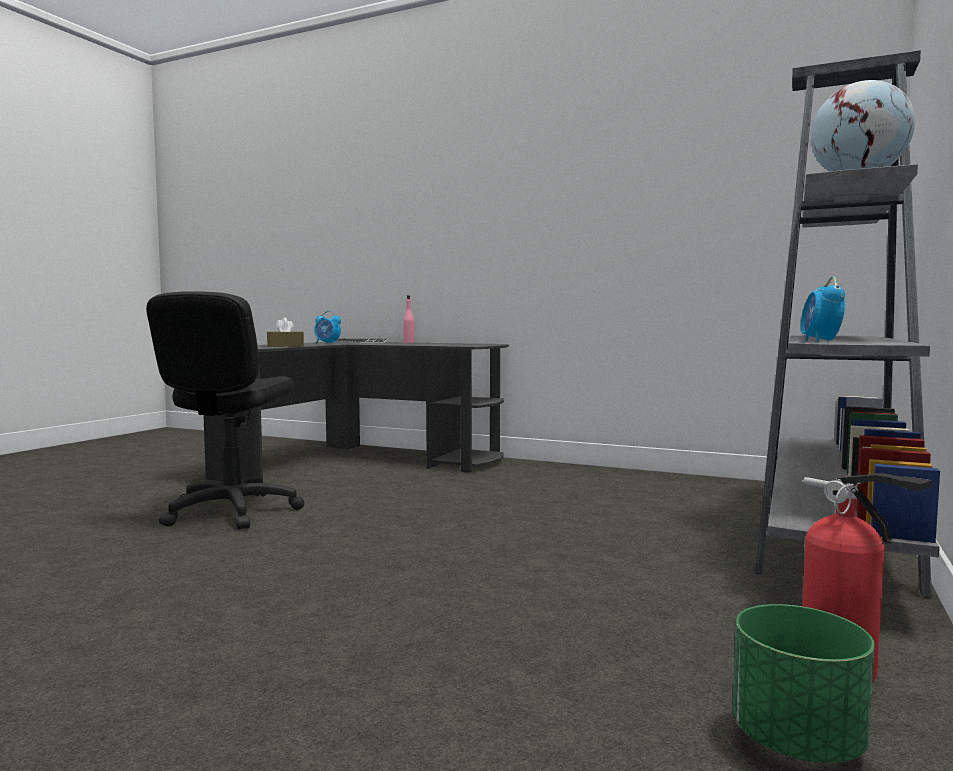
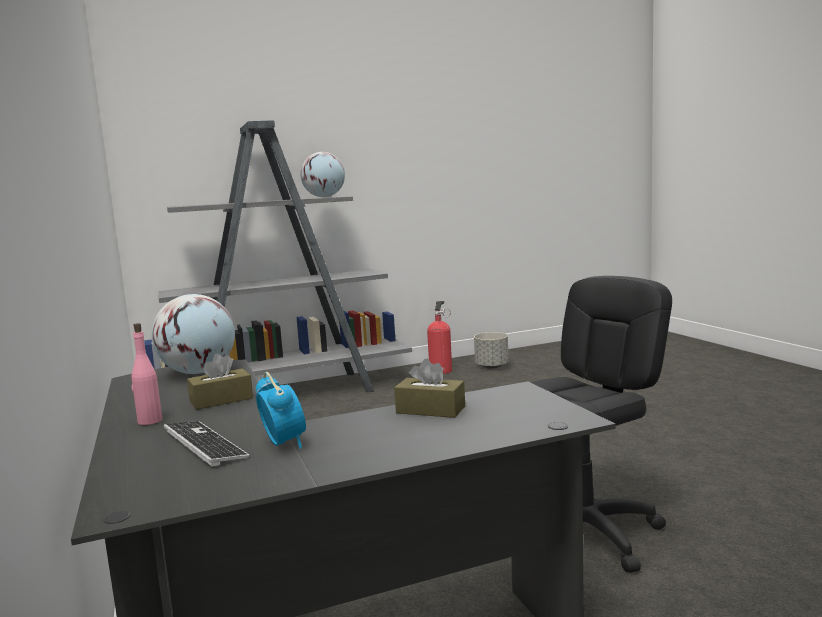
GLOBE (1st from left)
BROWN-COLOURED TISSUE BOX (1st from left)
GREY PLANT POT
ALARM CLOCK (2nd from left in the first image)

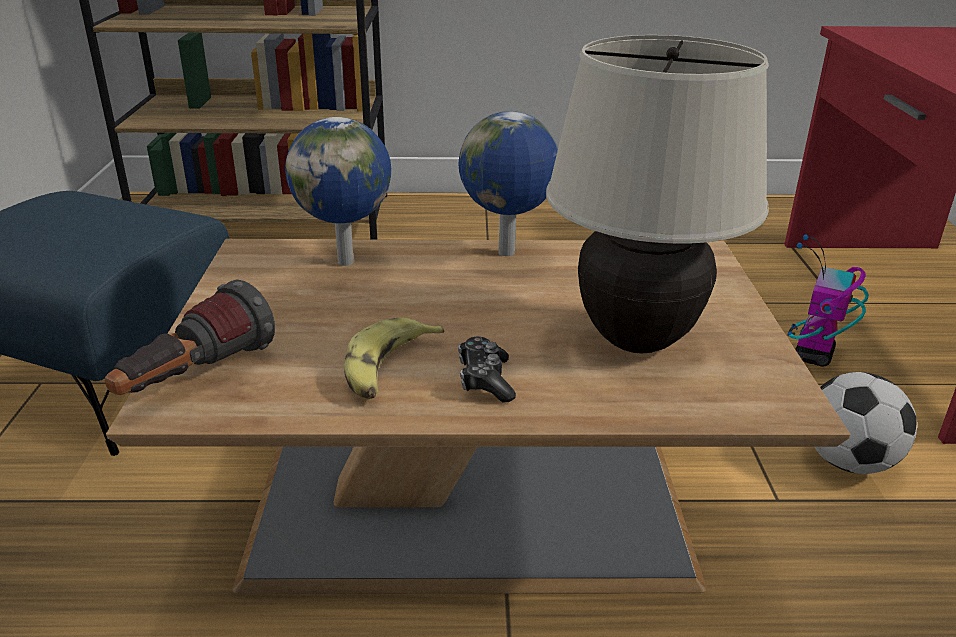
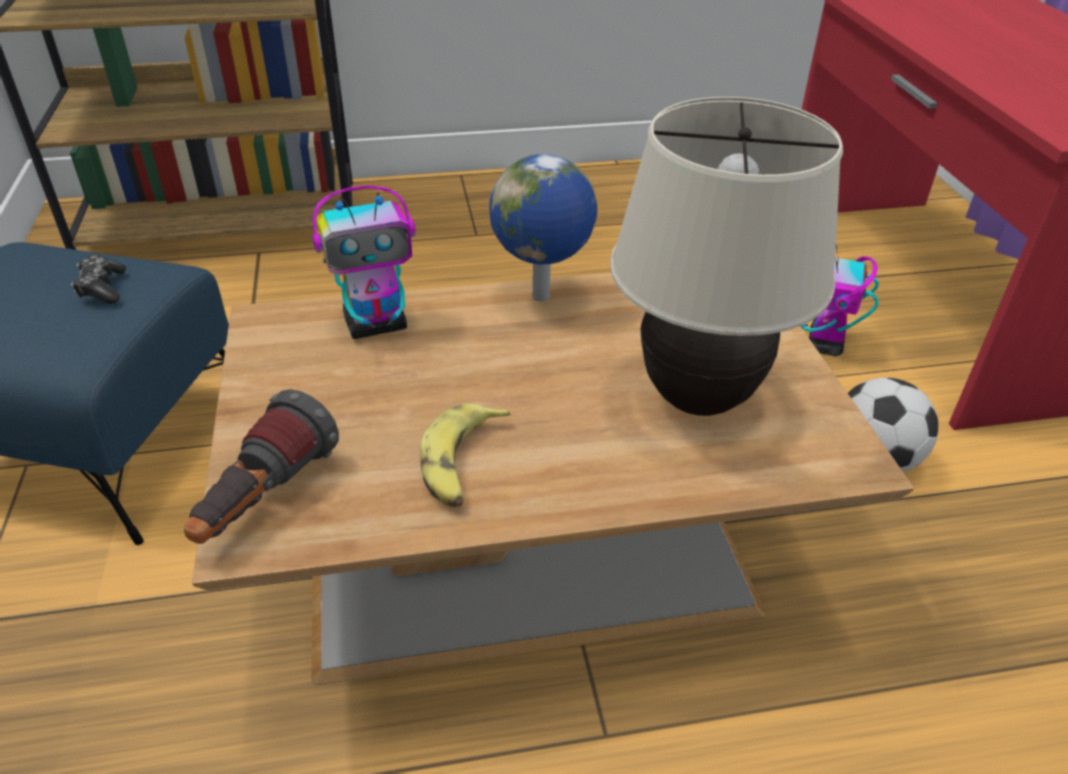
GAMEPAD
TOY ROBOT (1st from left)

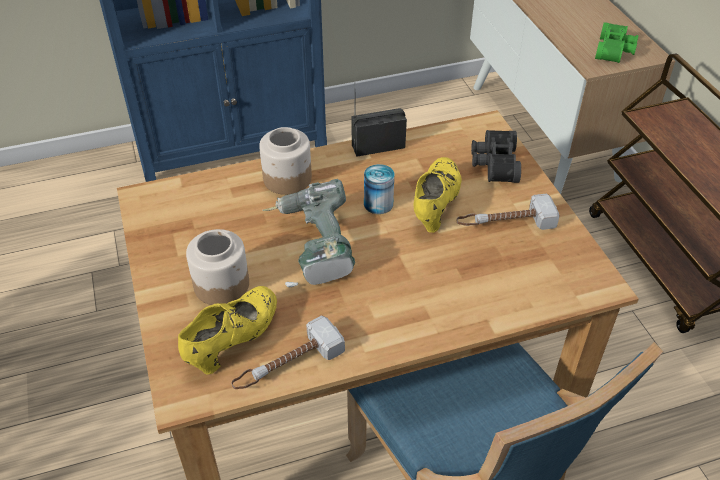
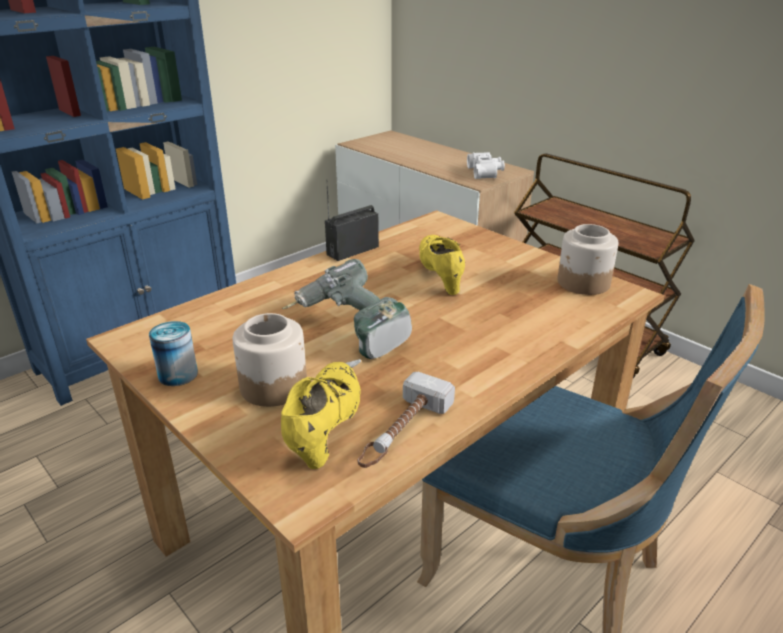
SEALED CAN
WHITISH BINOCULARS
PRESERVE JAR (2nd from left)
HAND HAMMER (2nd from left in the first image)
BLACK-COLOURED BINOCULARS

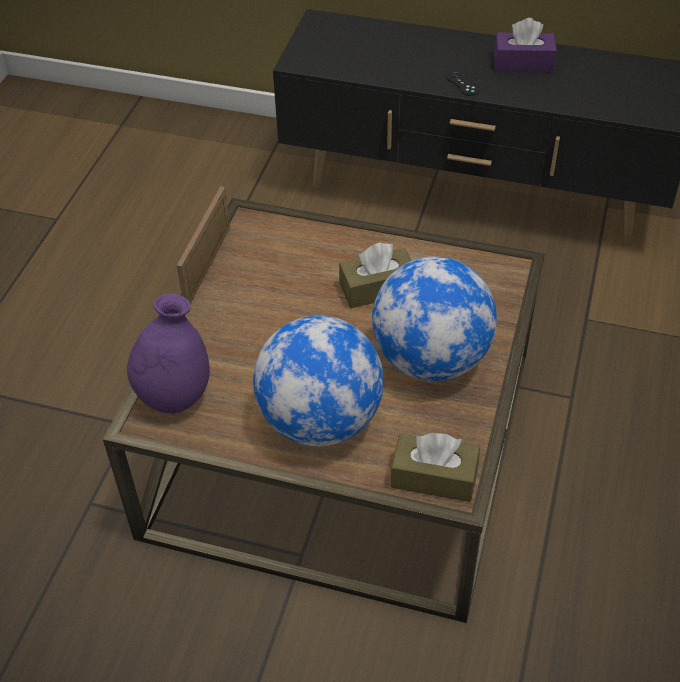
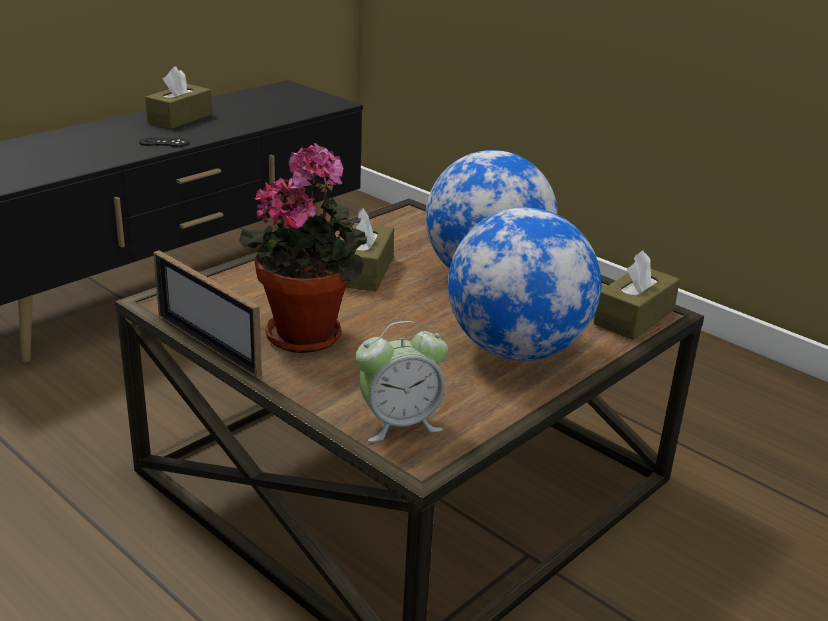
BROWN-COLOURED TISSUE BOX (1st from left)
HOUSEPLANT
ALARM CLOCK

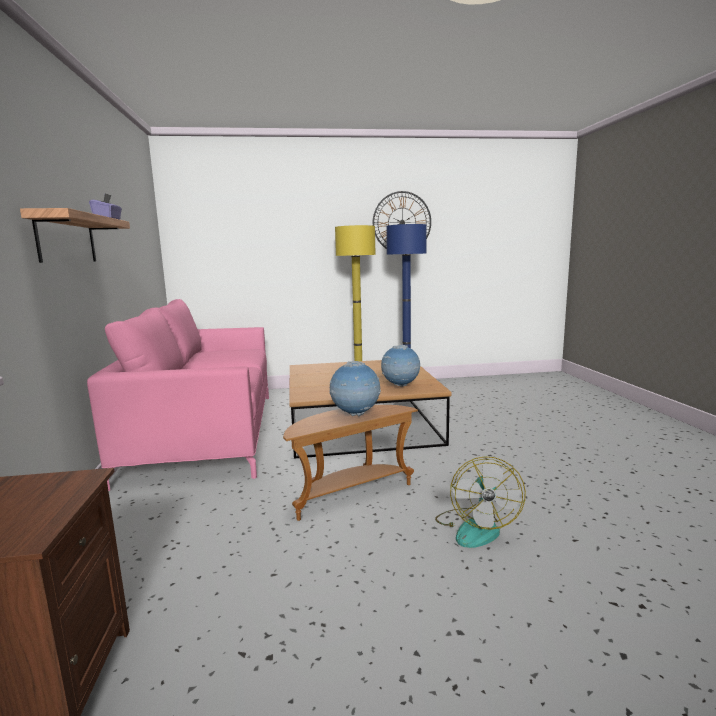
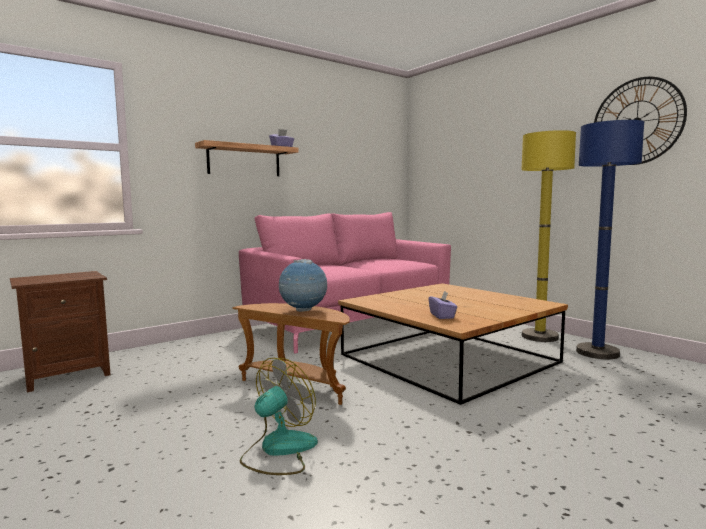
COOLING FAN
PURPLE-COLOURED TISSUE BOX (2nd from left)

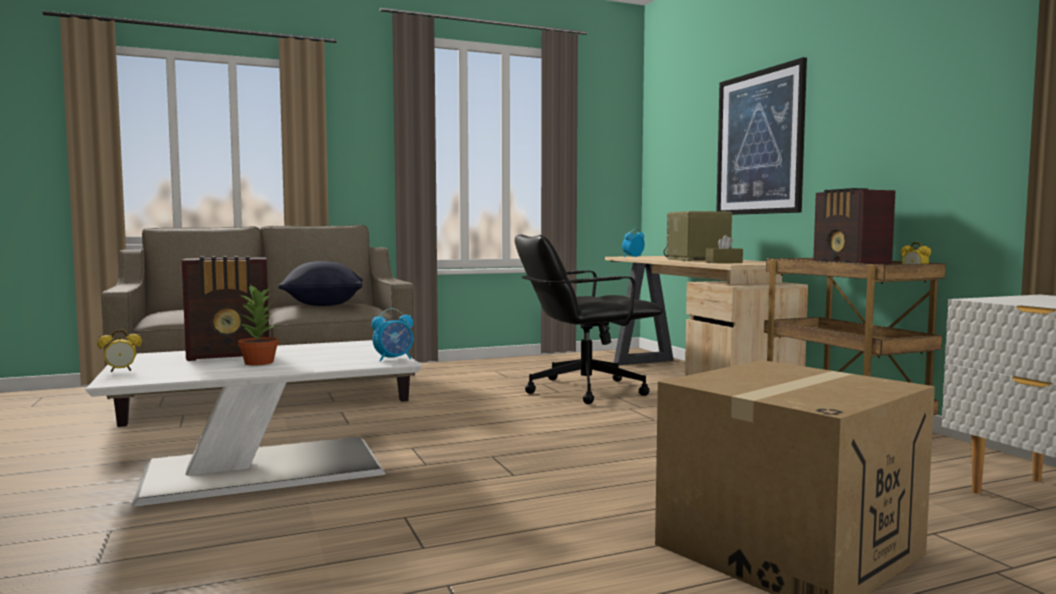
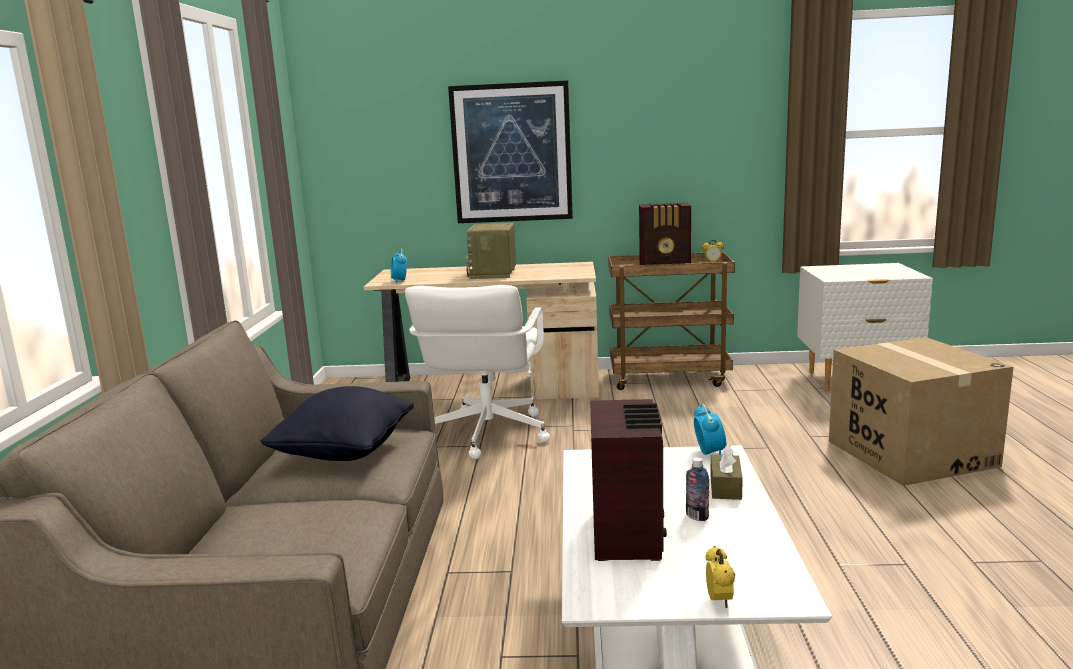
WHITISH COMPUTER CHAIR
BEVERAGE BOTTLE
BROWN-COLOURED TISSUE BOX

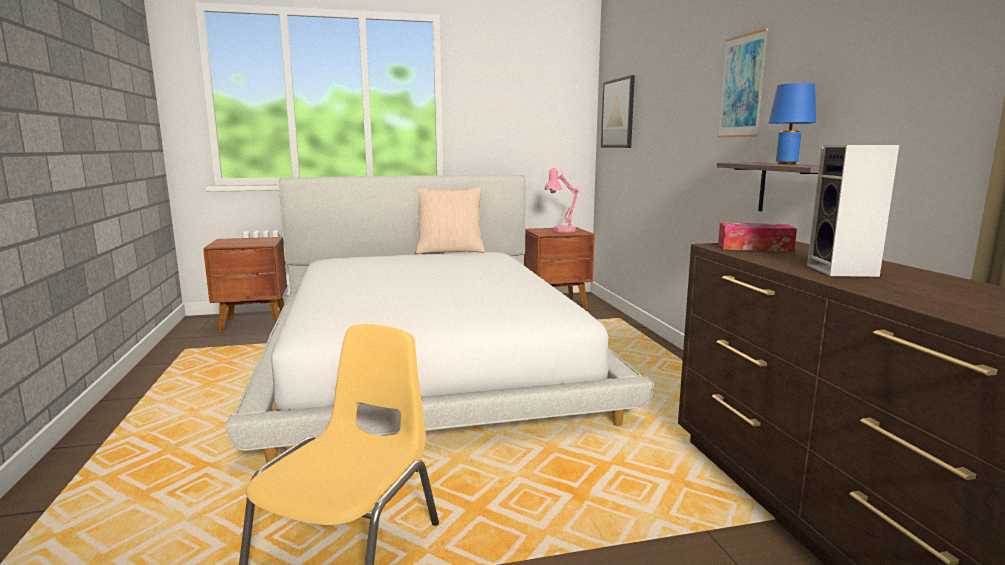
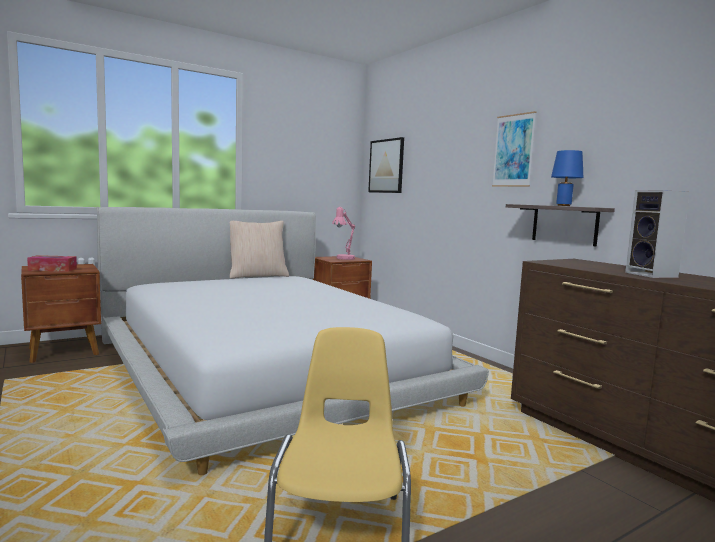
TISSUE BOX

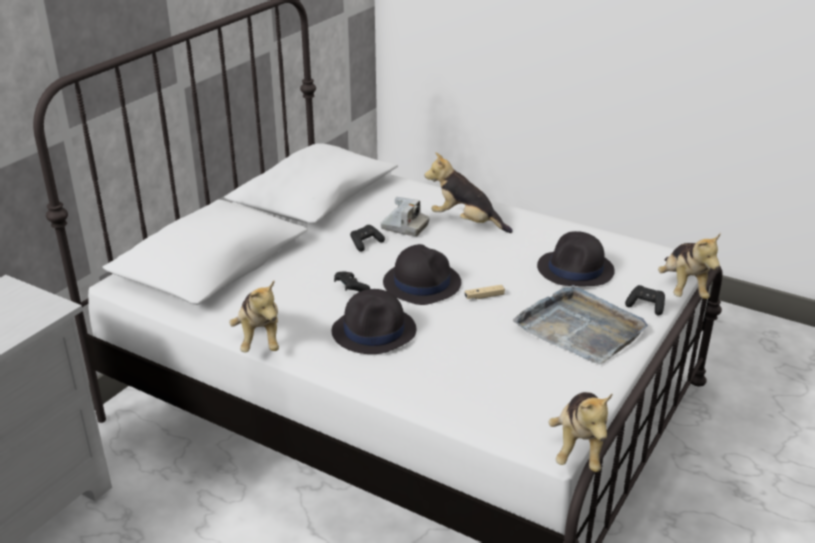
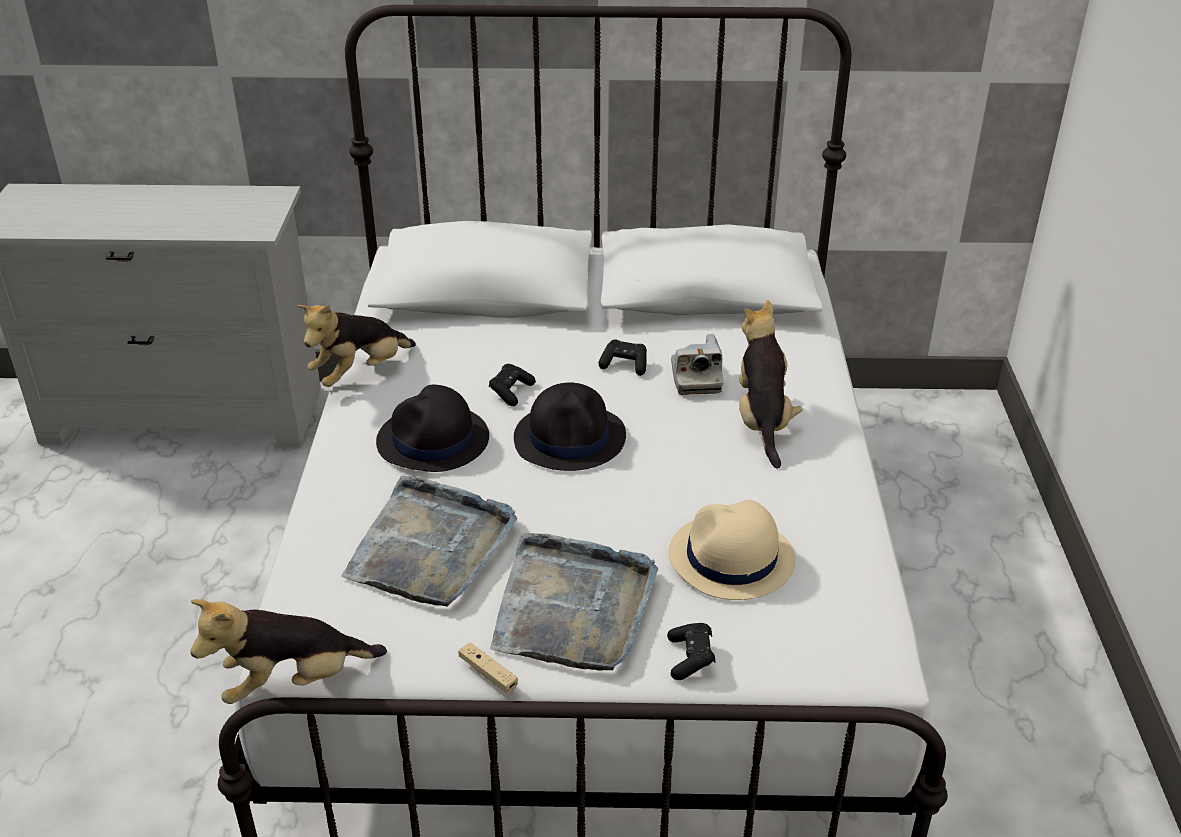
GREY CARRYING TRAY (1st from left)
SAND-COLOURED GAMEPAD
SAND-COLOURED HAT
PLUSH TOY (4th from left in the first image)

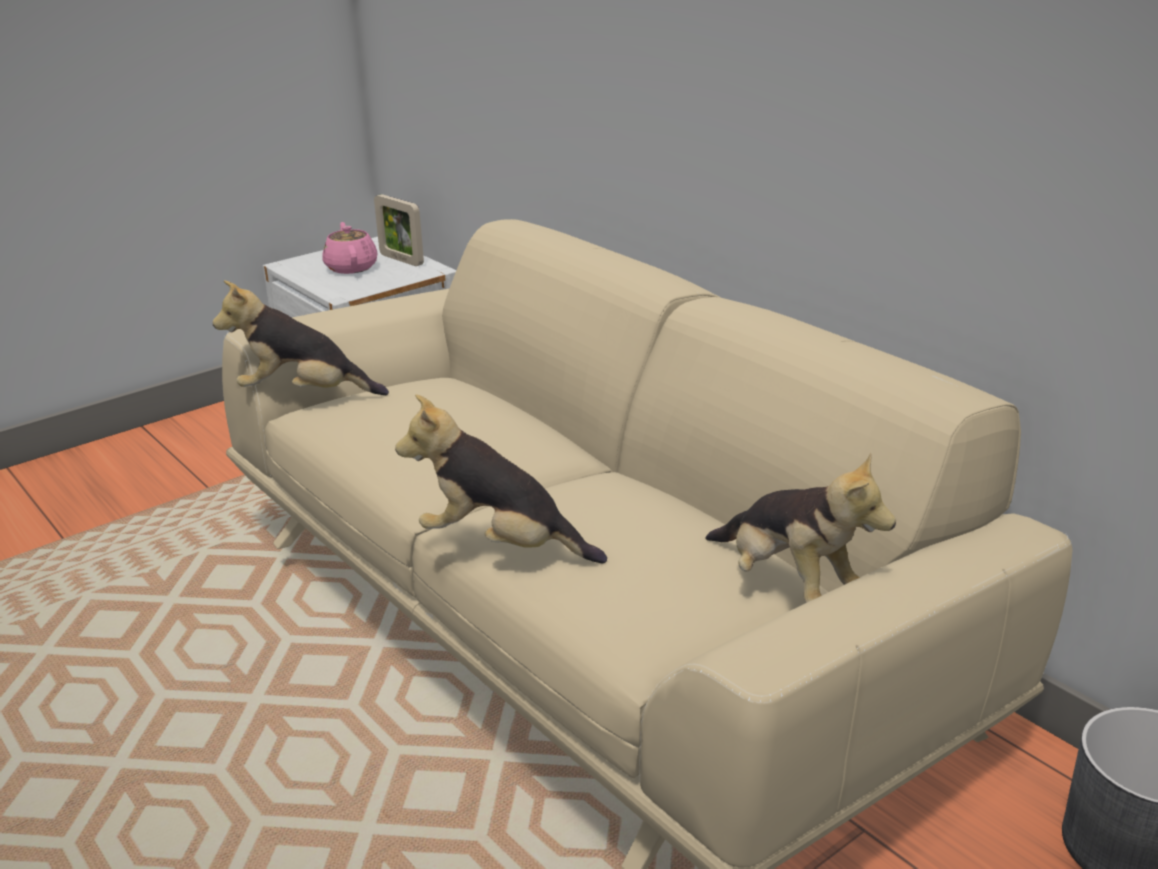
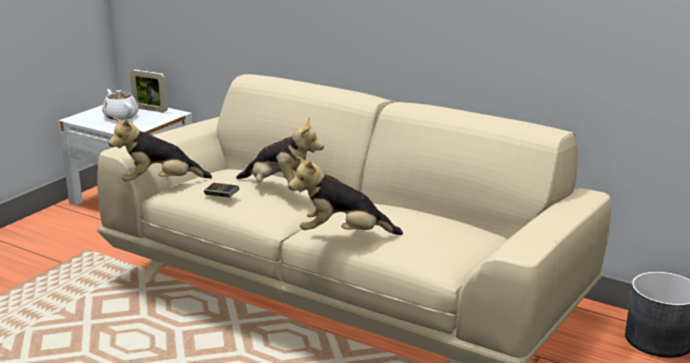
WHITISH TEAPOT
GAMEPAD
PLUSH TOY (2nd from left)

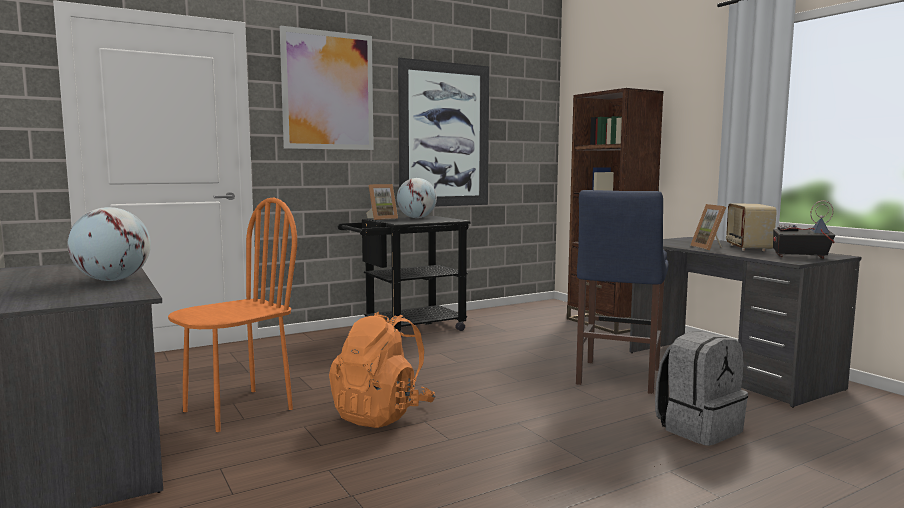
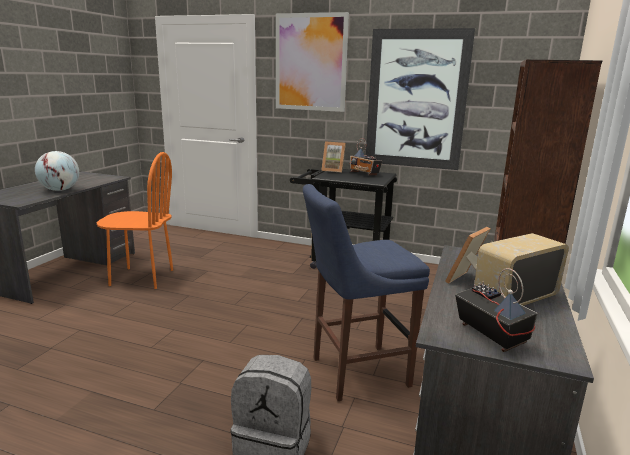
RADIO RECEIVER (1st from left)
ORANGEY BACKPACK

